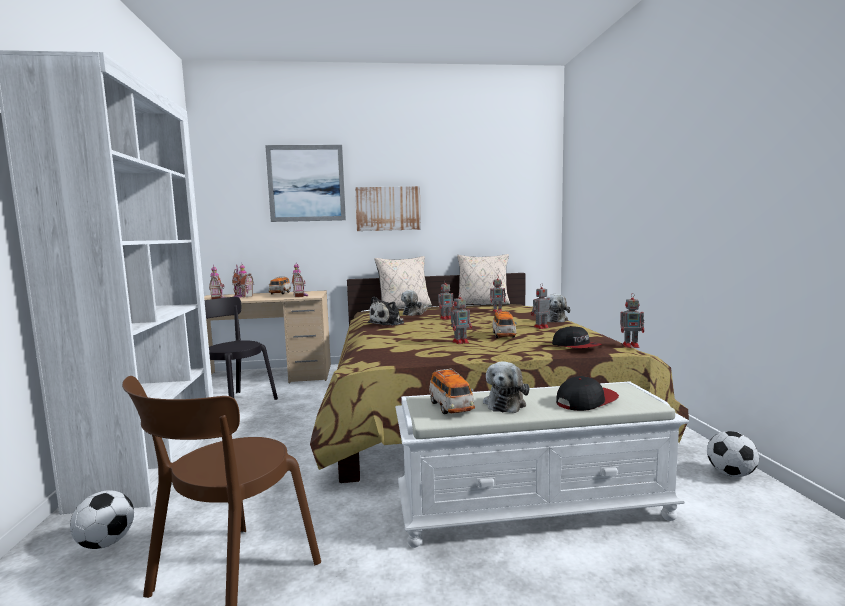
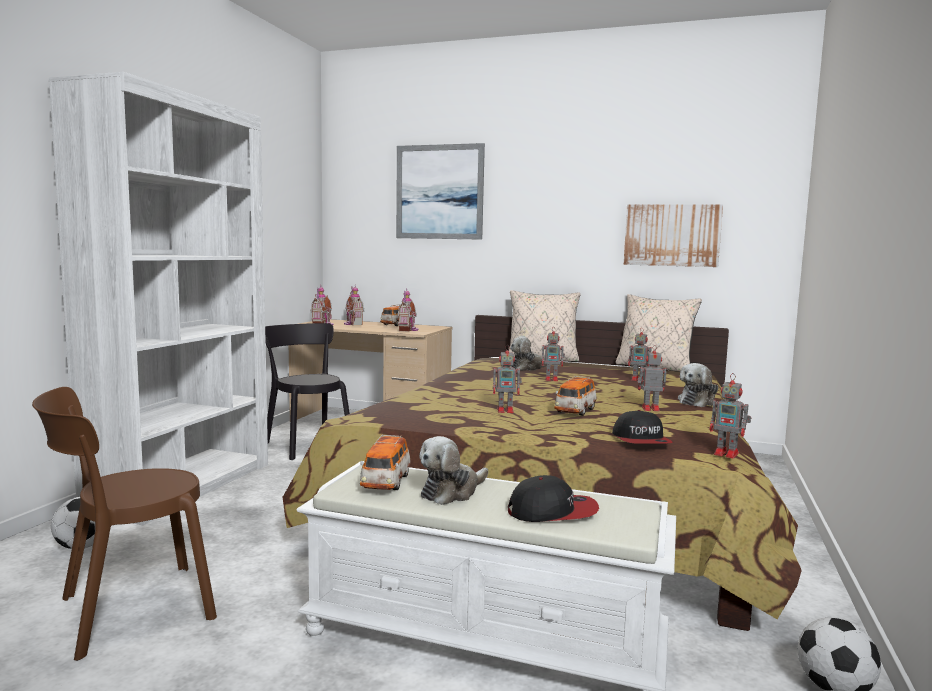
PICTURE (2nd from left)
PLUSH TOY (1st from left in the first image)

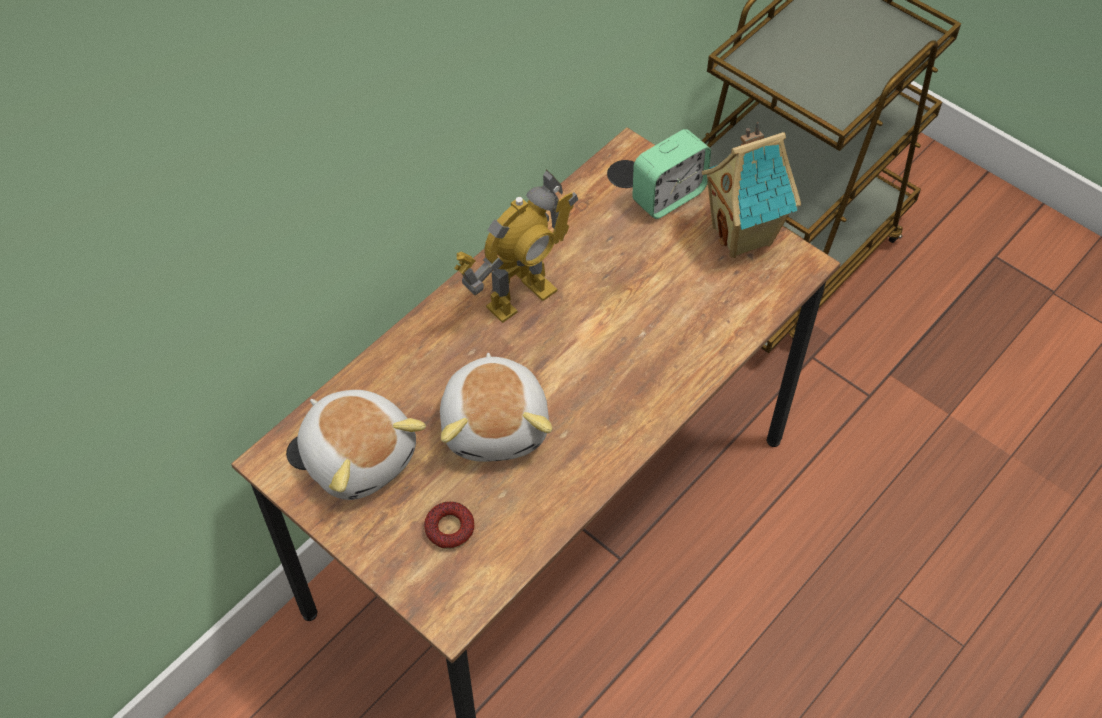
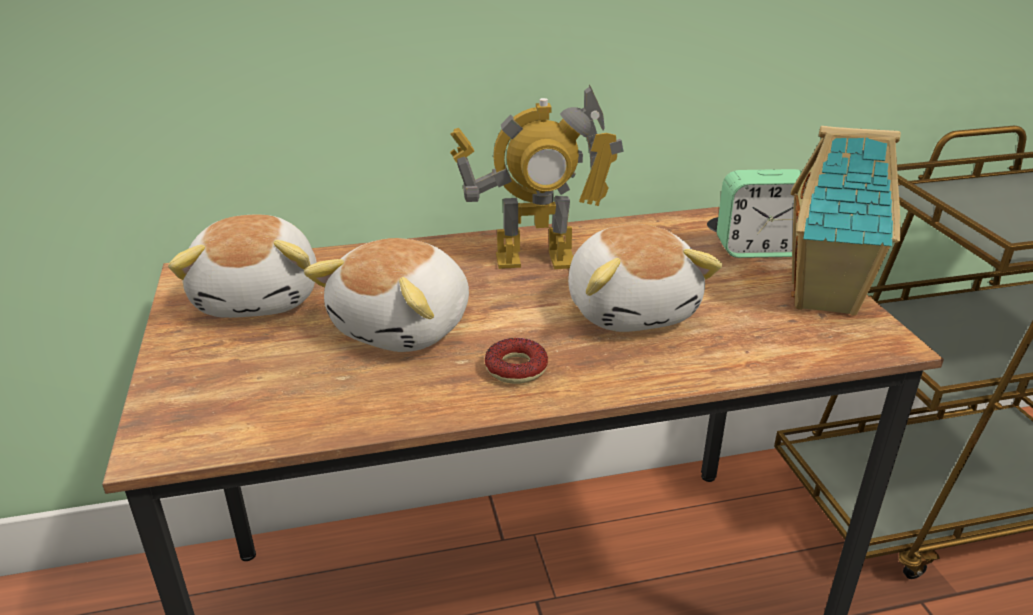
RING DOUGHNUT
PLUSH TOY (3rd from left)

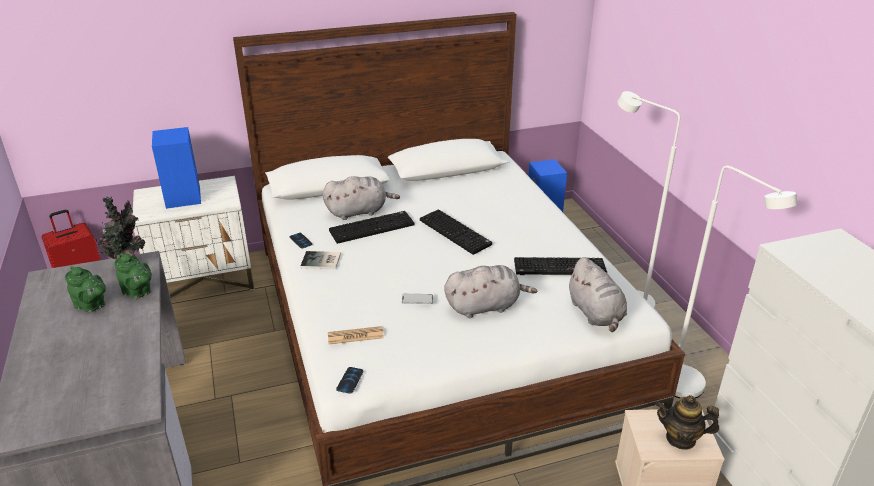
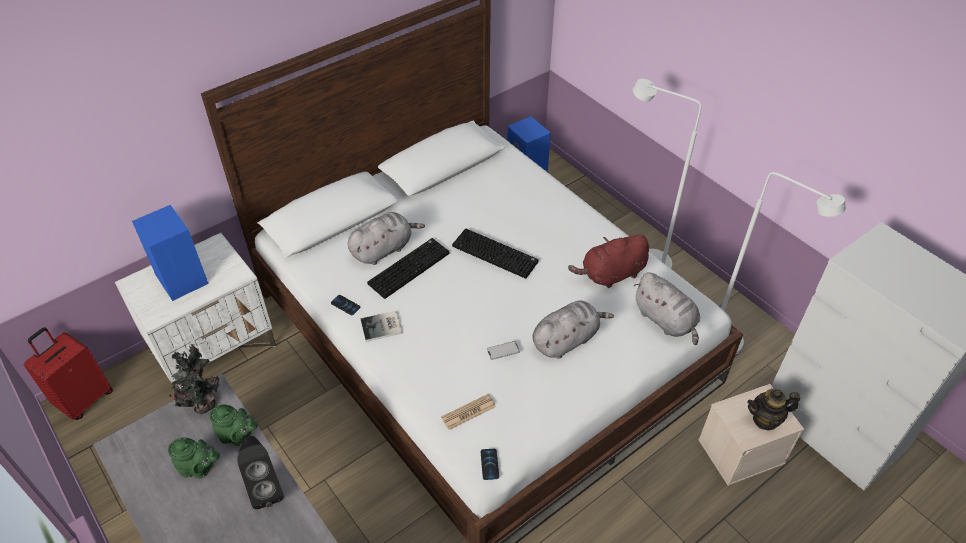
BLACK-COLOURED SPEAKER
RED PLUSH TOY

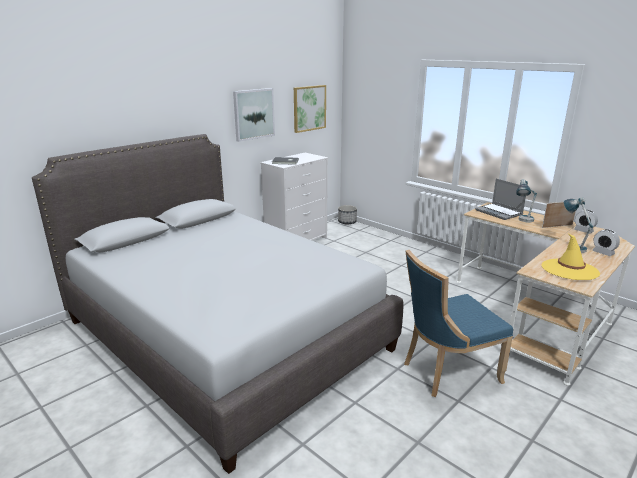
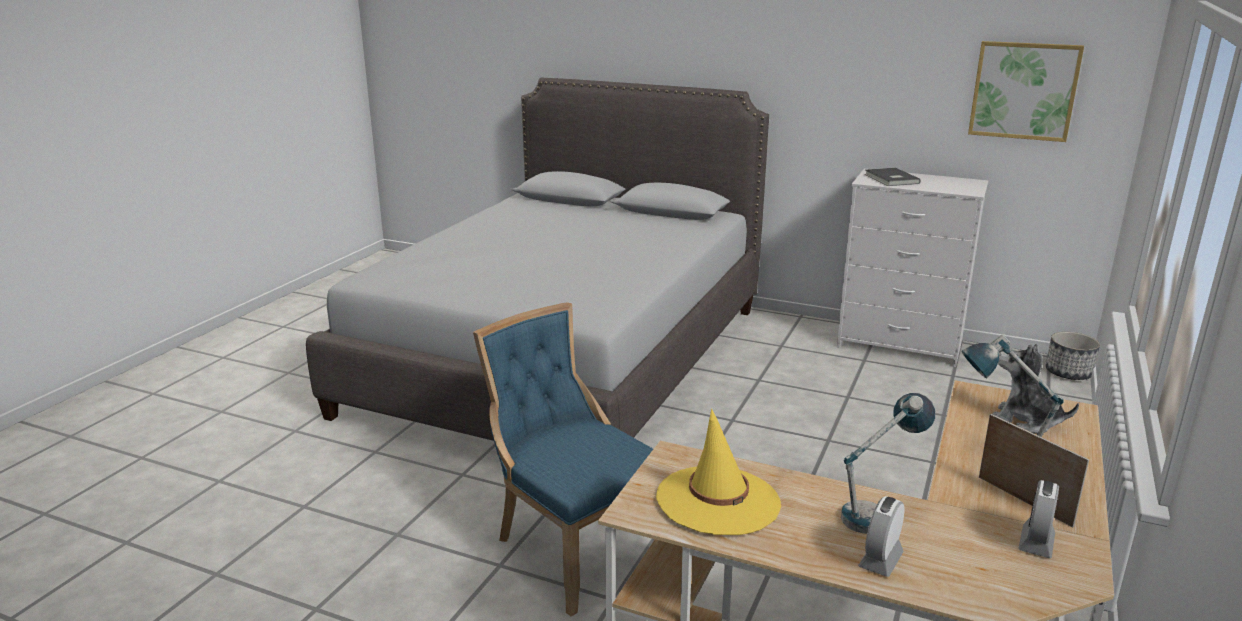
PLUSH TOY
PICTURE (1st from left in the first image)

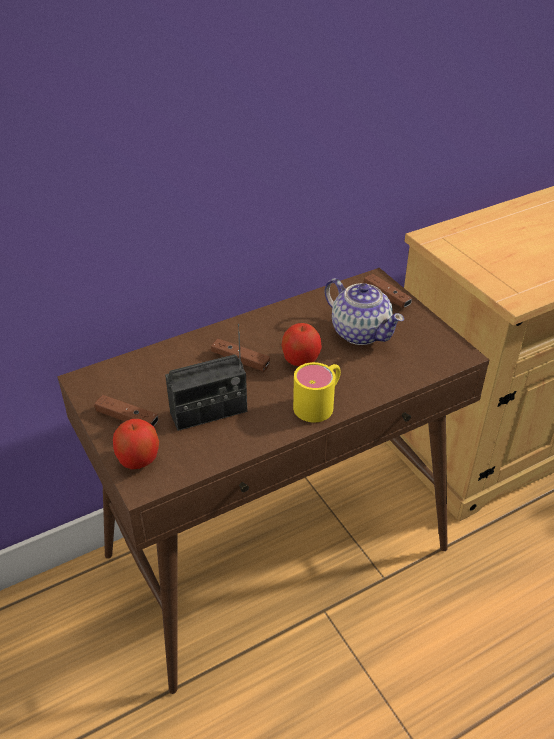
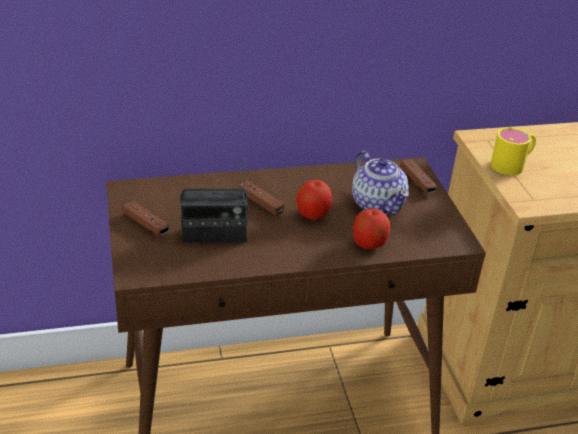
APPLE (2nd from left)
YELLOW-COLOURED MUG

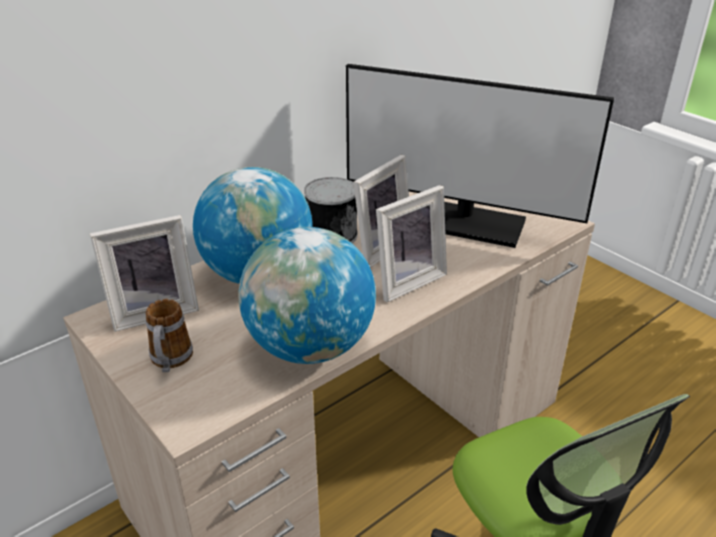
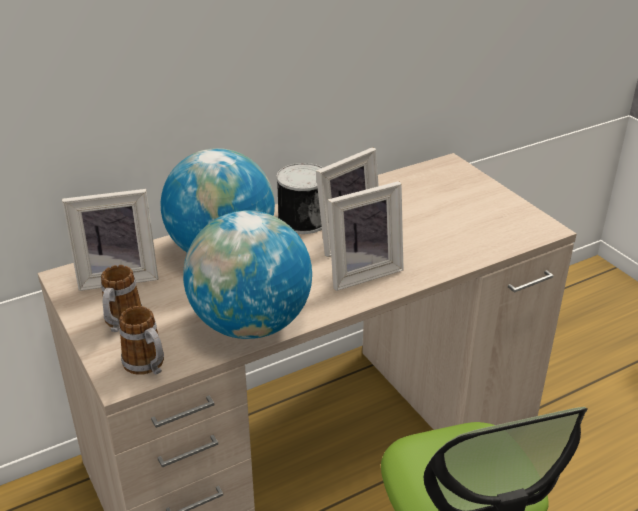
MUG (2nd from left)
COMPUTER DISPLAY

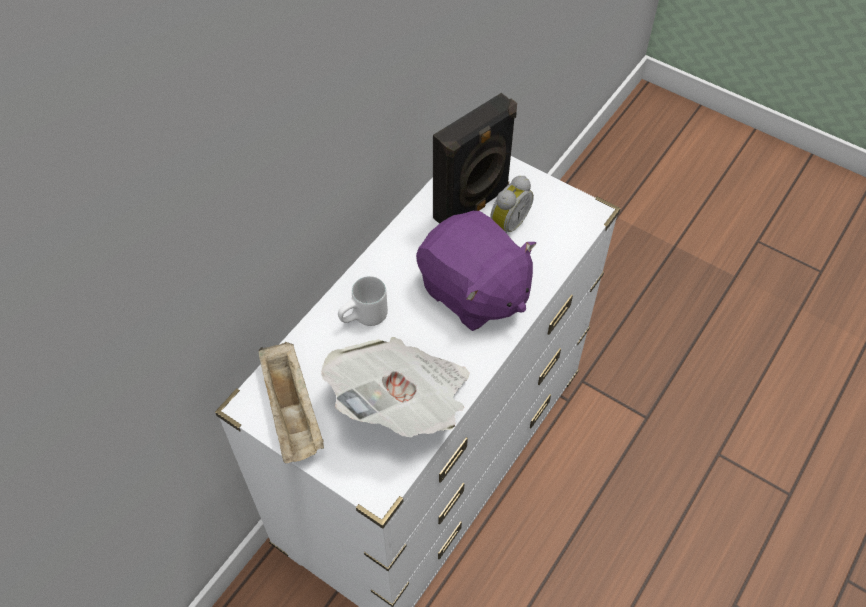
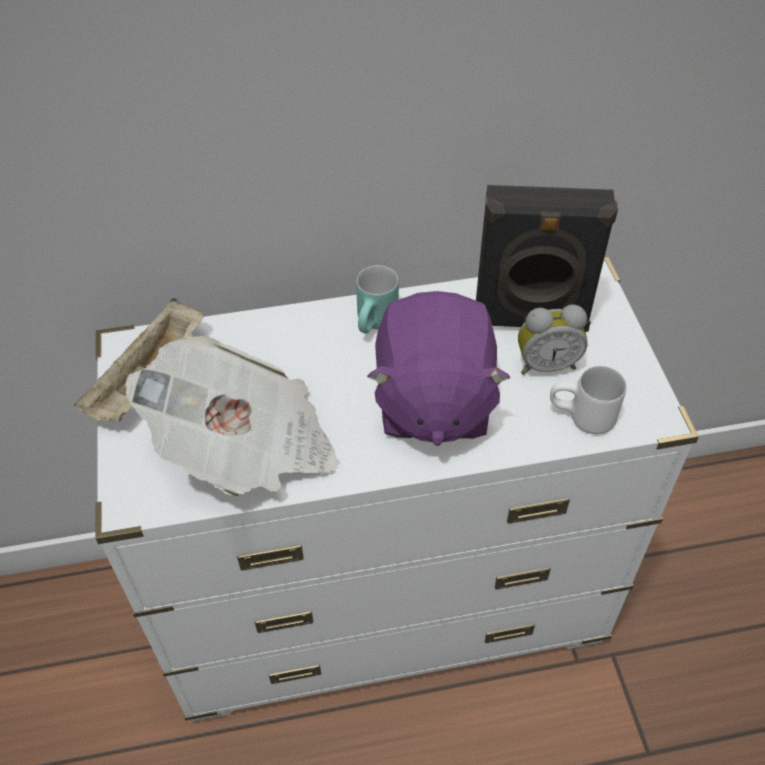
TURQUOISE MUG
WHITISH MUG

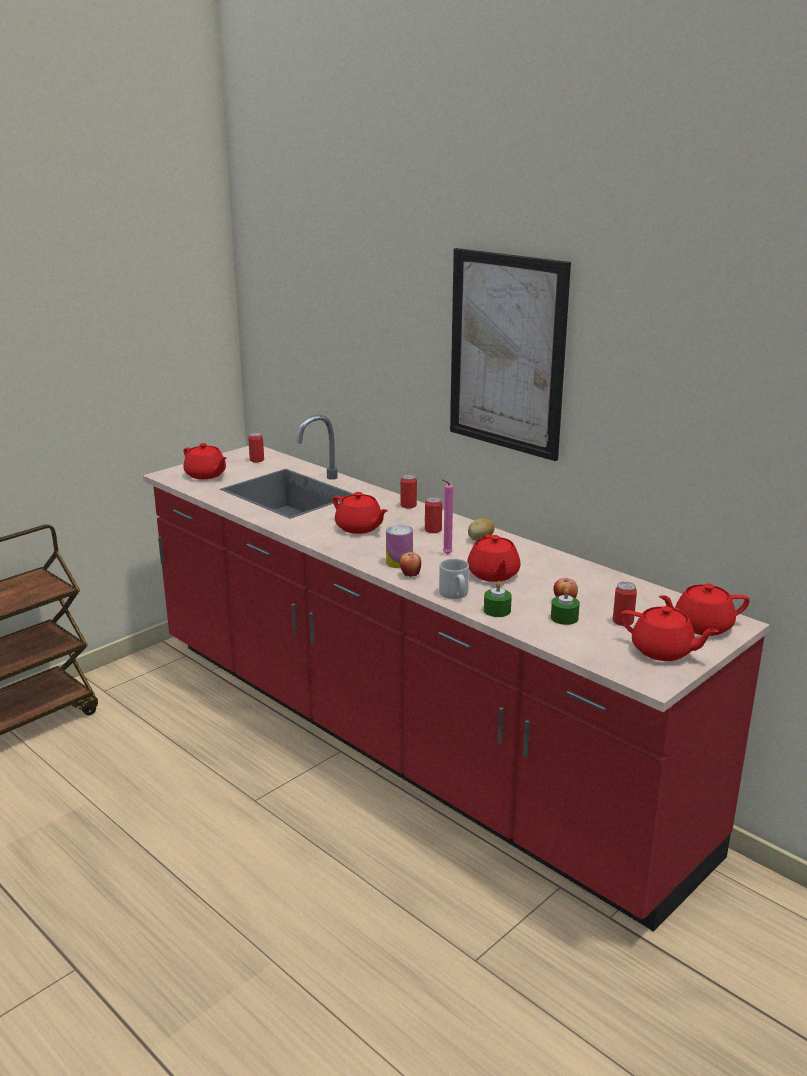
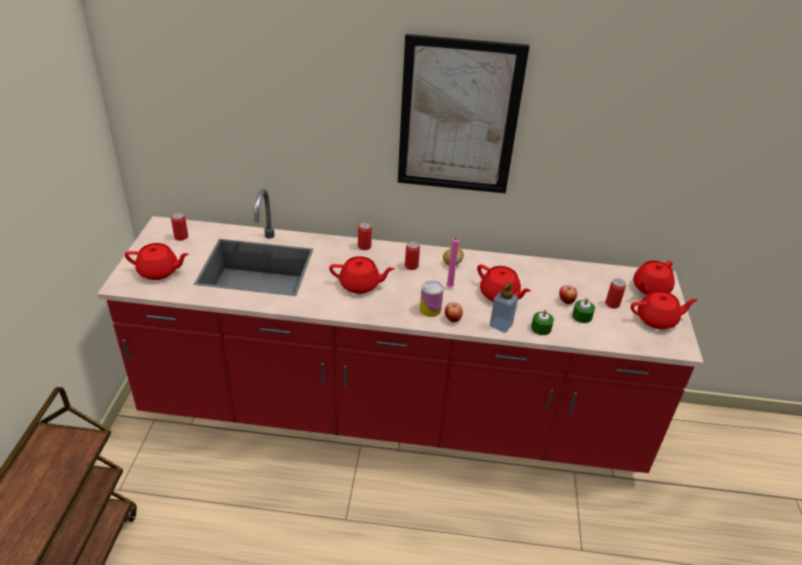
SOAP BOTTLE

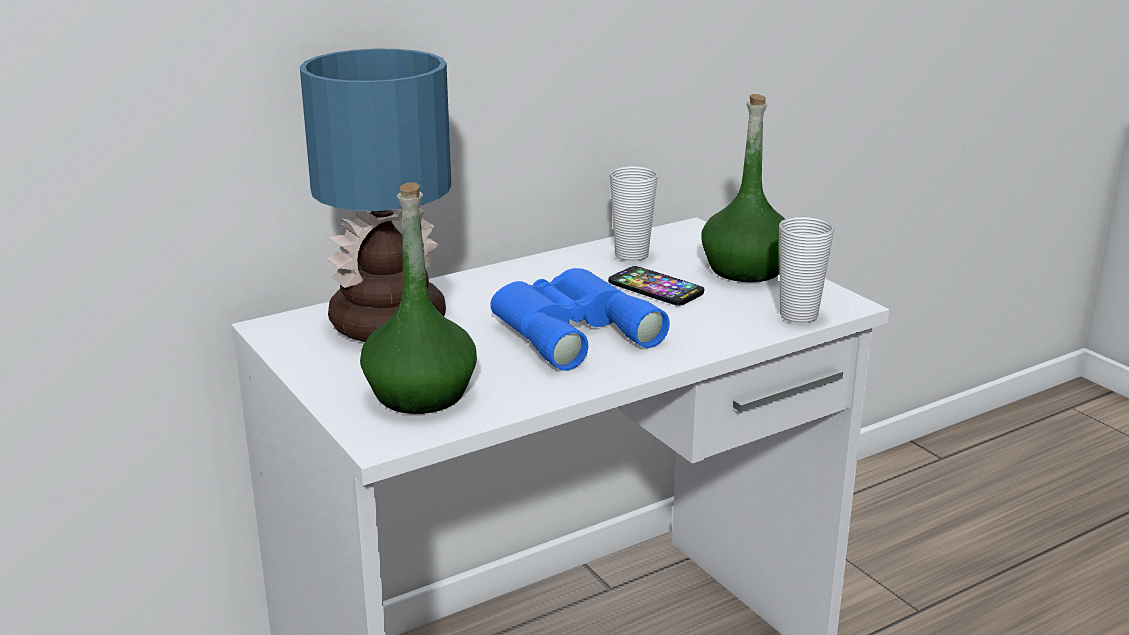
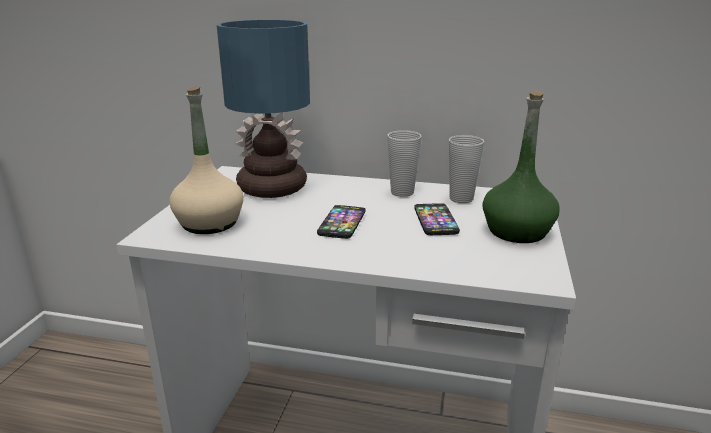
SAND-COLOURED BEVERAGE BOTTLE
HANDSET (1st from left)
SMALL CUP (1st from left)

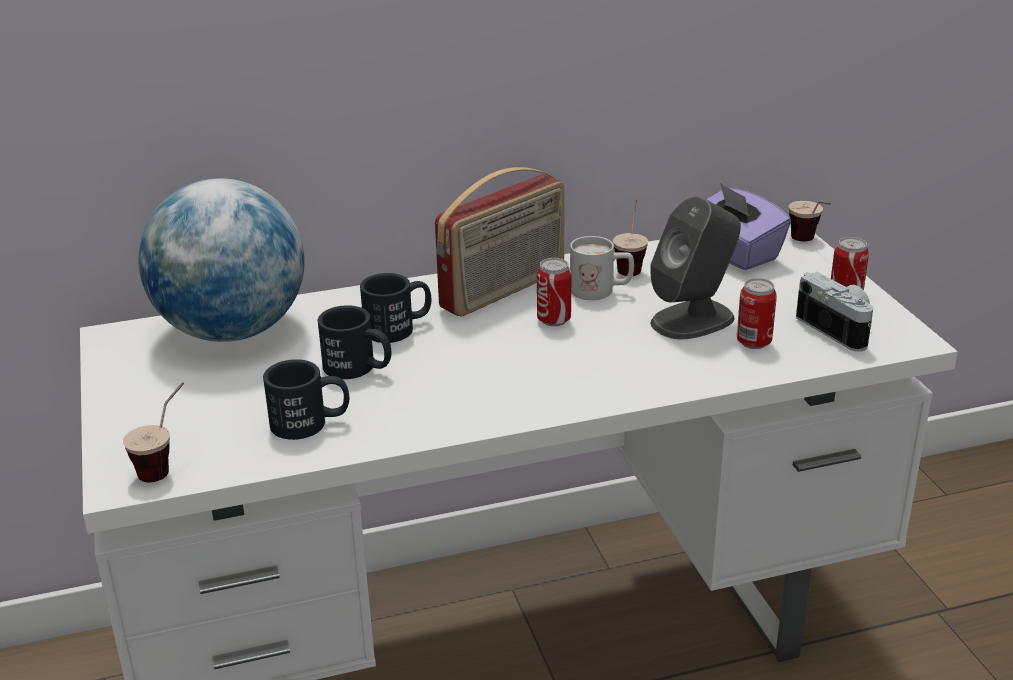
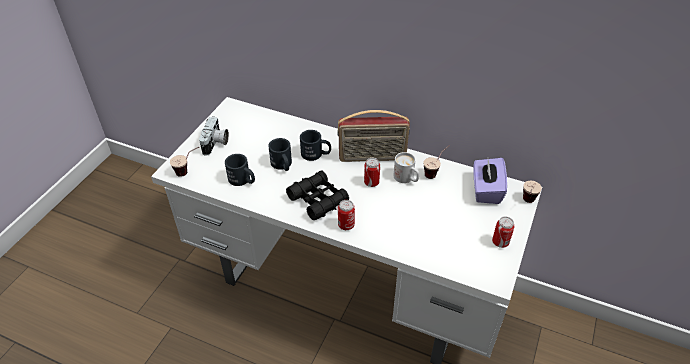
STILL CAMERA
BLACK-COLOURED BINOCULARS
SEALED CAN (1st from left)
GLOBE
GREY SPEAKER

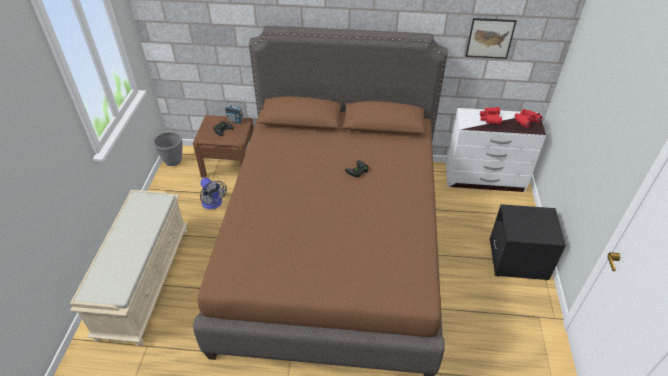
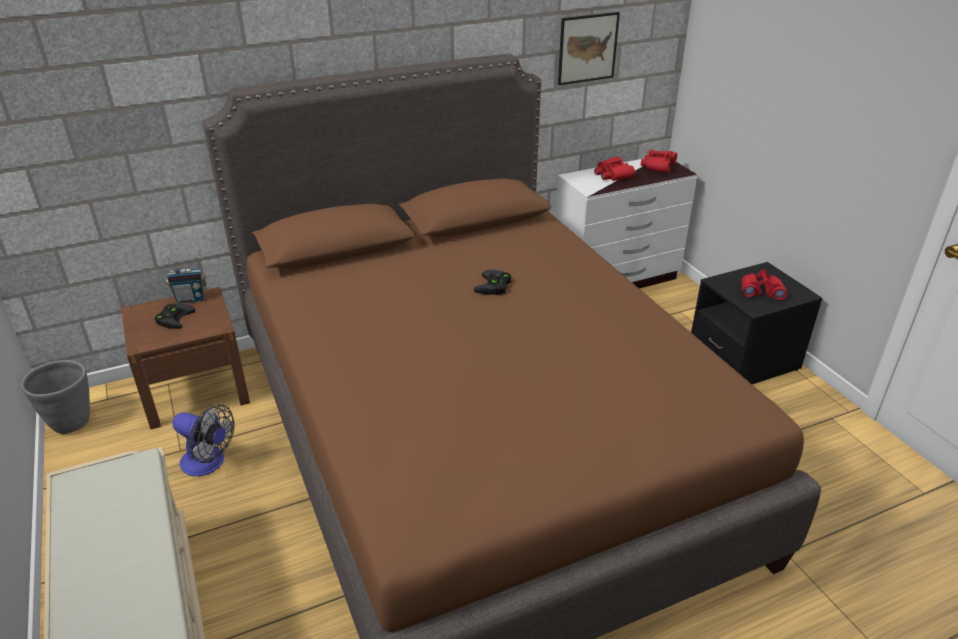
RED BINOCULARS (3rd from left)

